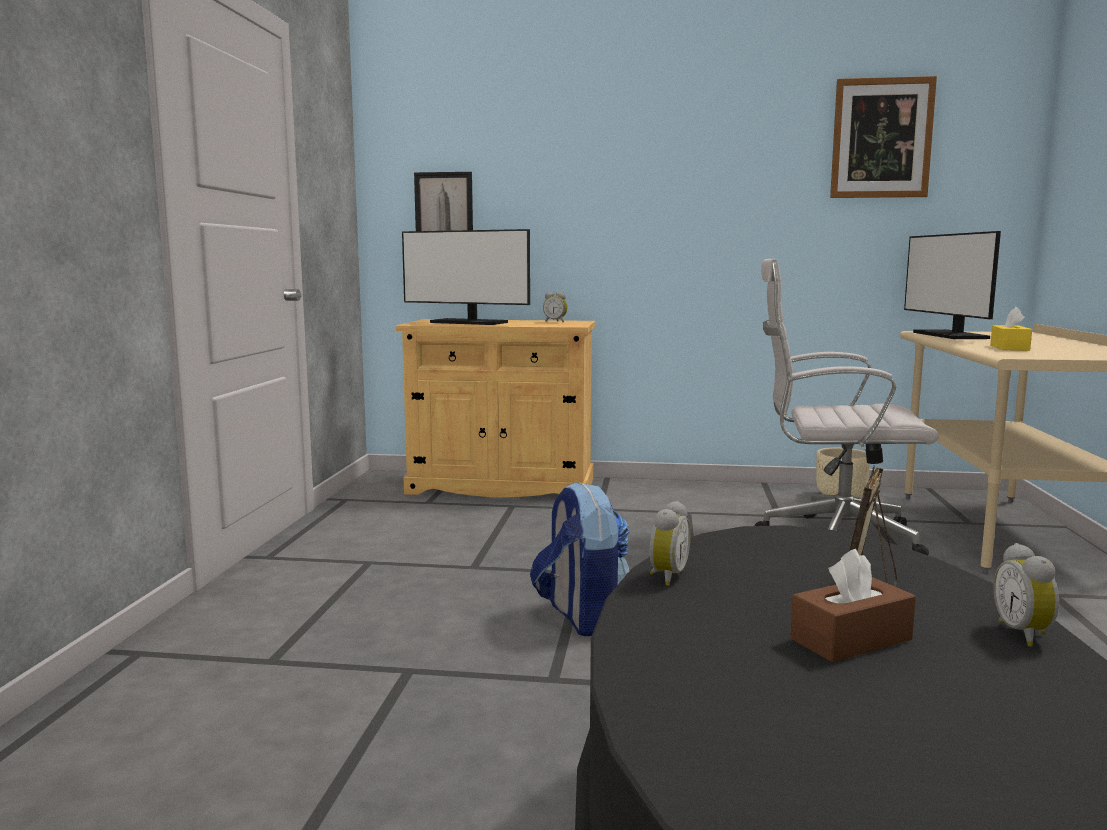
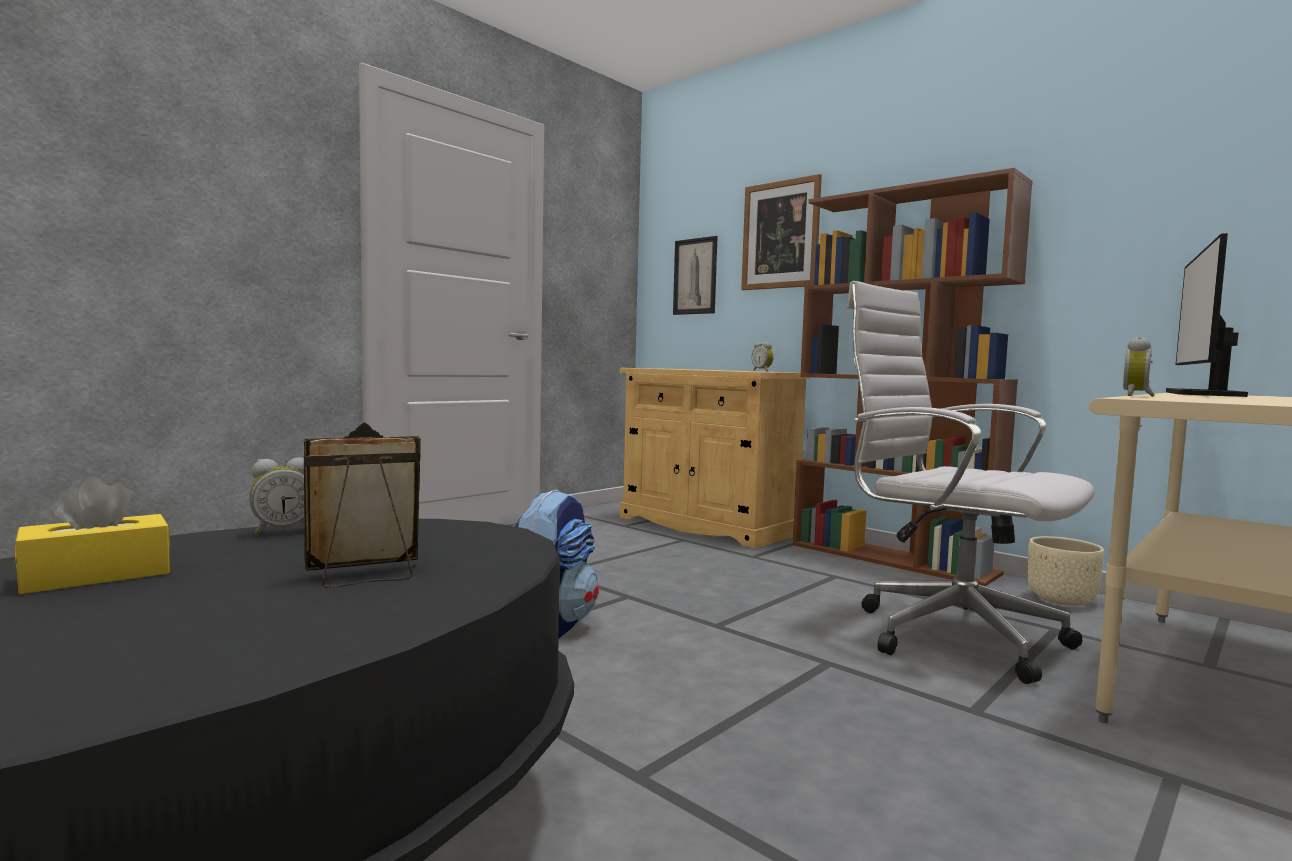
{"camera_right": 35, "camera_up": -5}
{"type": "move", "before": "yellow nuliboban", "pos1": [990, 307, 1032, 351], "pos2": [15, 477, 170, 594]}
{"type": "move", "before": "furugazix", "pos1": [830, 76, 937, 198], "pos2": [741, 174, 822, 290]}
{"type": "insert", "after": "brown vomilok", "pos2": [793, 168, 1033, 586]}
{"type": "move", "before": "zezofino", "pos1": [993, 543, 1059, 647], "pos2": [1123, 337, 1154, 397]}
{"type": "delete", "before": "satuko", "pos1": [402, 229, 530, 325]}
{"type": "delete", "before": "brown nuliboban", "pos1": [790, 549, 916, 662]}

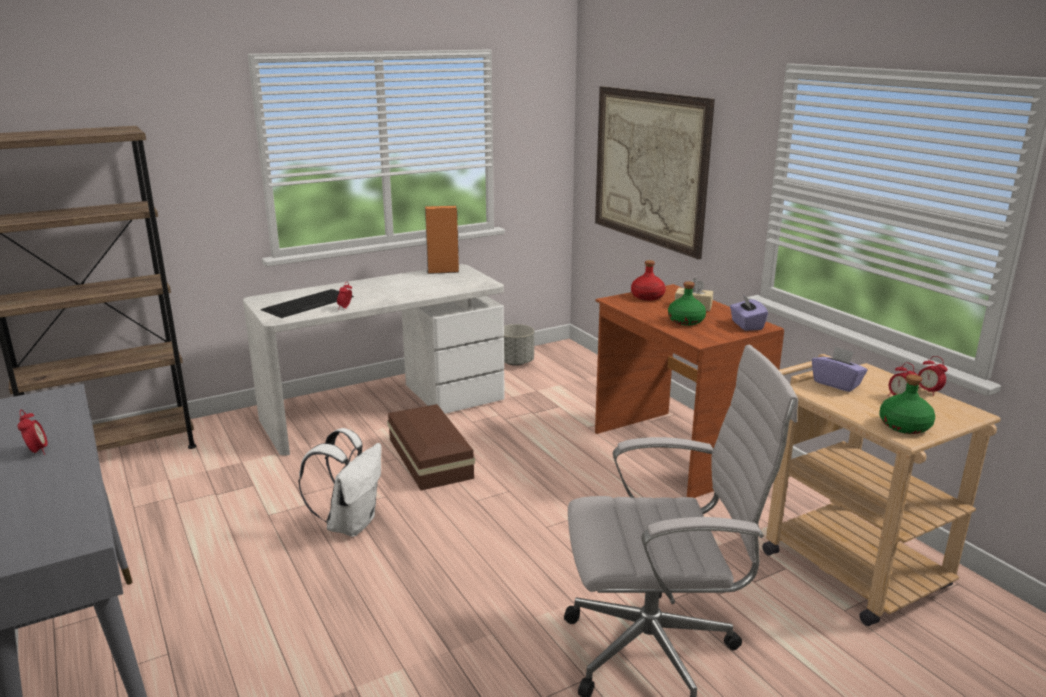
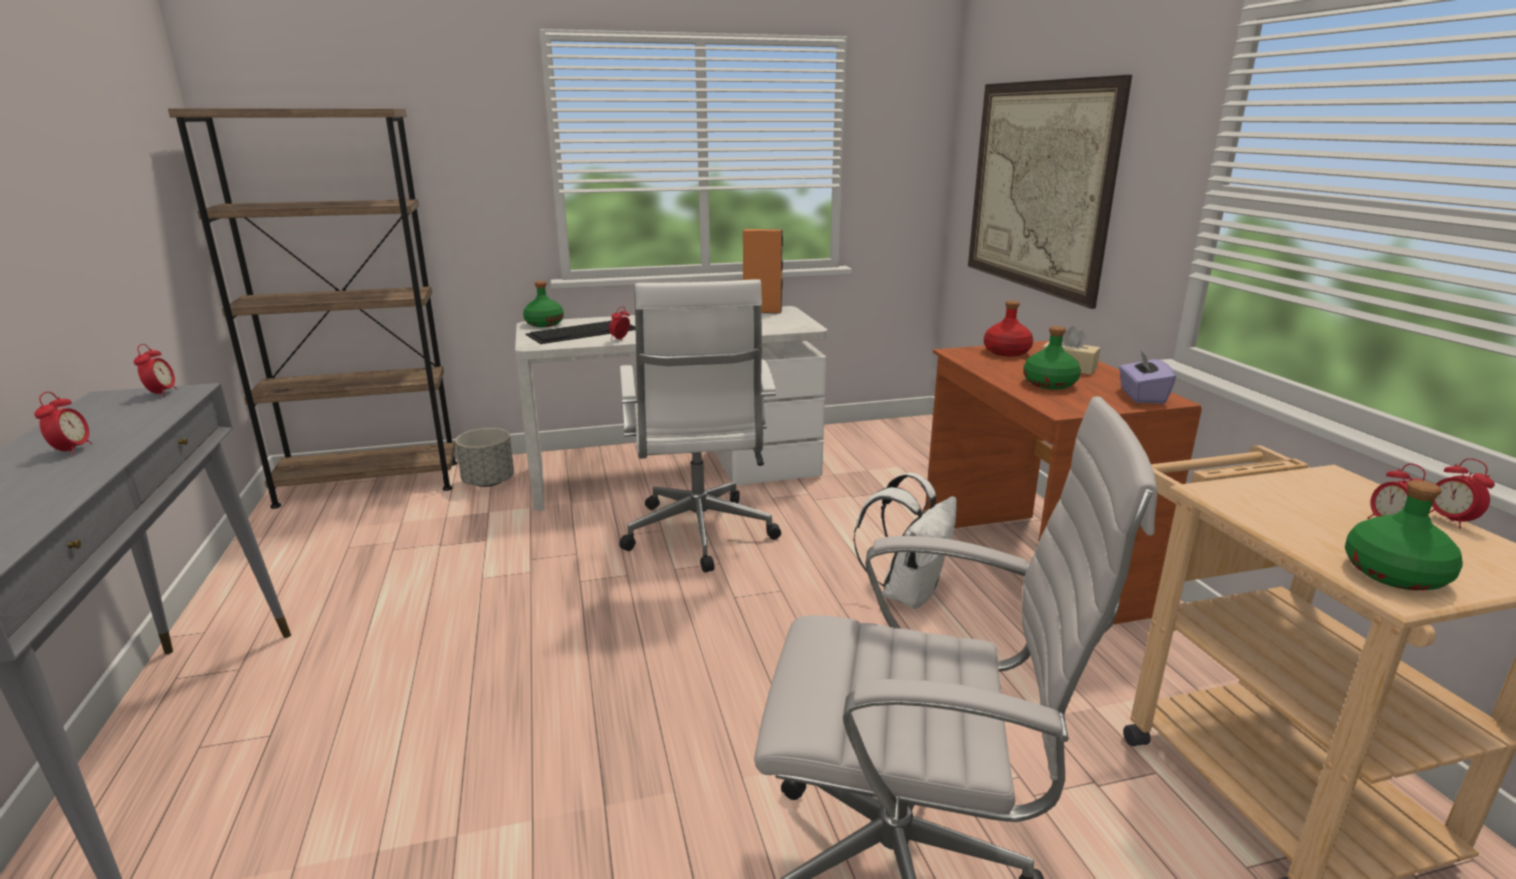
{"camera_right": 15, "camera_up": 0}
{"type": "insert", "after": "zezofino", "pos2": [134, 344, 177, 397]}
{"type": "move", "before": "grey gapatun", "pos1": [504, 324, 534, 366], "pos2": [455, 428, 514, 487]}
{"type": "insert", "after": "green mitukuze", "pos2": [523, 281, 564, 327]}
{"type": "replace", "before": "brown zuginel", "after": "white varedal", "pos1": [387, 404, 475, 491], "pos2": [619, 279, 781, 573]}
{"type": "move", "before": "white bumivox", "pos1": [298, 428, 382, 537], "pos2": [853, 472, 957, 609]}
{"type": "delete", "before": "purple nuliboban", "pos1": [812, 346, 868, 392]}

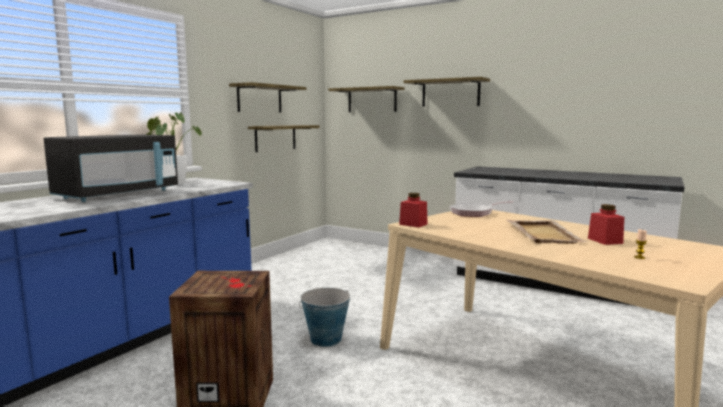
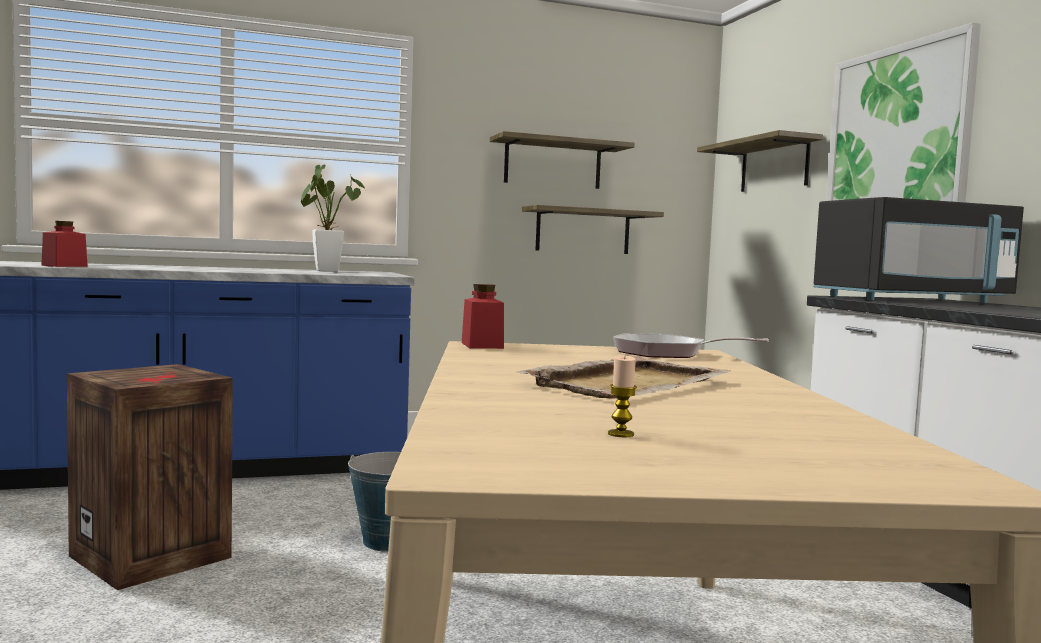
{"camera_right": 40, "camera_up": -5}
{"type": "move", "before": "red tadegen", "pos1": [588, 204, 624, 245], "pos2": [41, 221, 88, 267]}
{"type": "move", "before": "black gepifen", "pos1": [44, 135, 178, 202], "pos2": [813, 197, 1024, 303]}
{"type": "replace", "before": "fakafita", "after": "furugazix", "pos1": [403, 77, 490, 107], "pos2": [826, 23, 981, 203]}

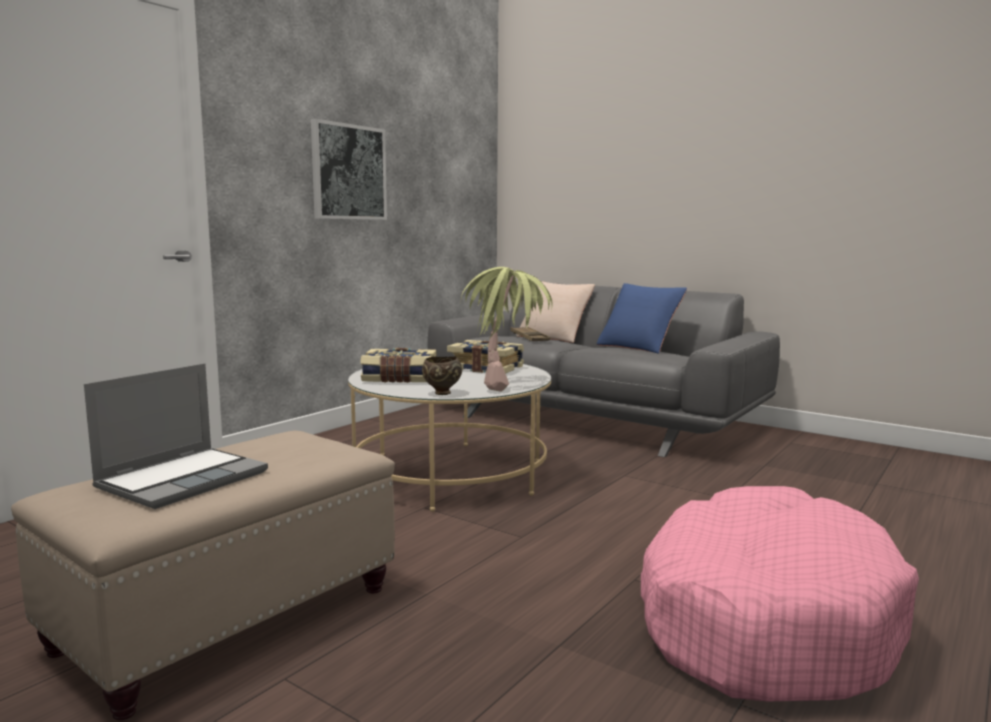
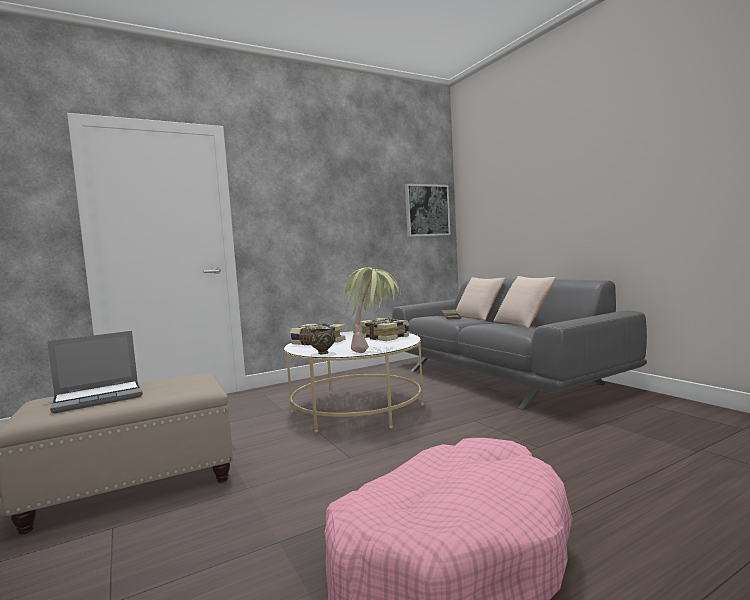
{"camera_right": 25, "camera_up": -5}
{"type": "move", "before": "furugazix", "pos1": [311, 119, 387, 220], "pos2": [405, 184, 451, 237]}
{"type": "recolor", "before": "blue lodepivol", "after": "beige lodepivol", "pos1": [597, 283, 687, 354], "pos2": [494, 276, 556, 328]}

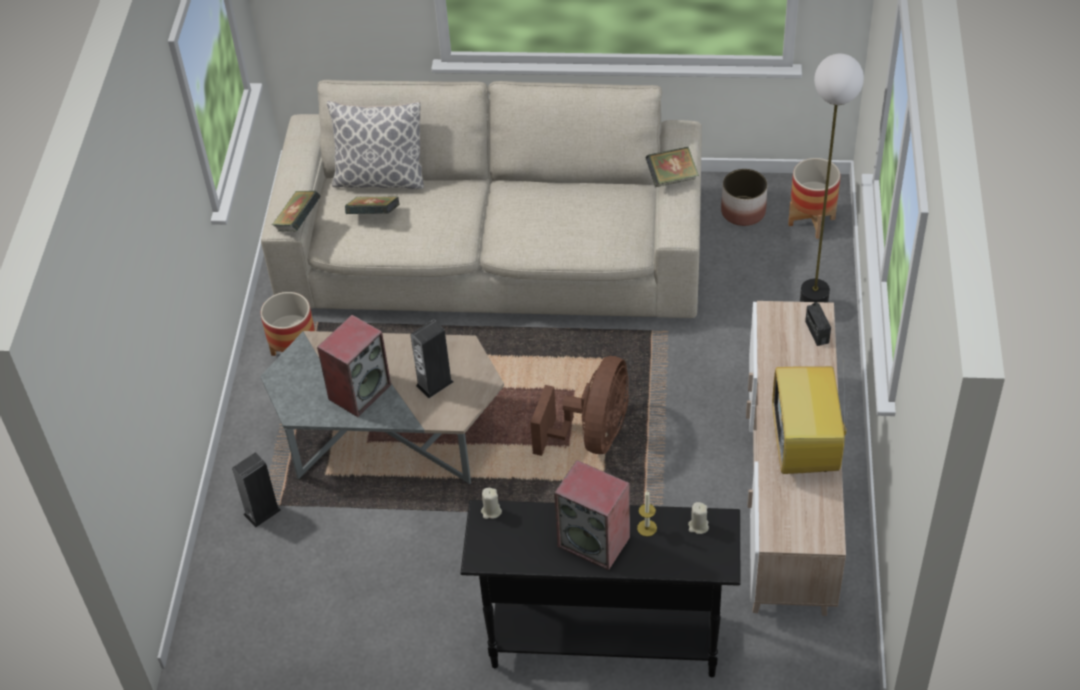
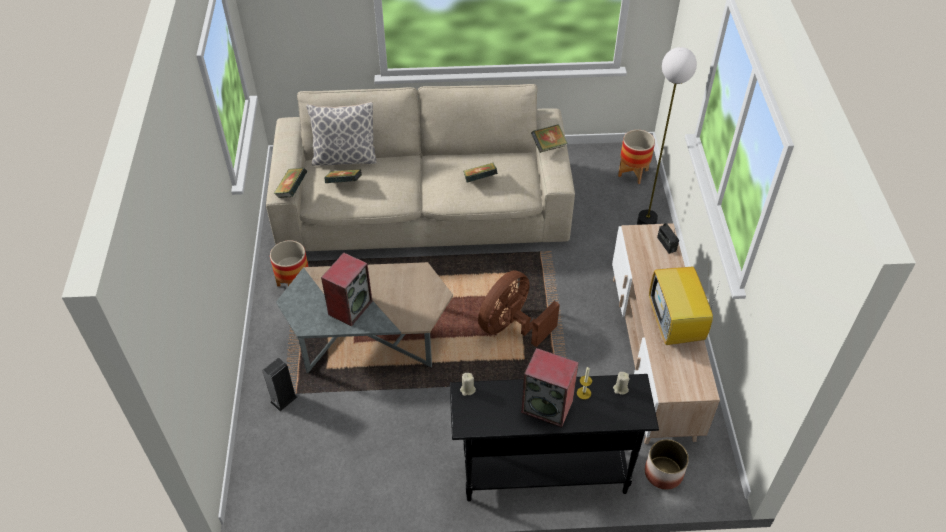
{"camera_right": -10, "camera_up": 0}
{"type": "insert", "after": "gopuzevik", "pos2": [463, 163, 498, 183]}
{"type": "rotate", "before": "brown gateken", "pos1": [530, 356, 629, 456], "pos2": [478, 270, 560, 347], "turn": -150}
{"type": "move", "before": "gapatun", "pos1": [721, 169, 767, 226], "pos2": [645, 439, 689, 490]}
{"type": "delete", "before": "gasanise", "pos1": [410, 319, 454, 398]}

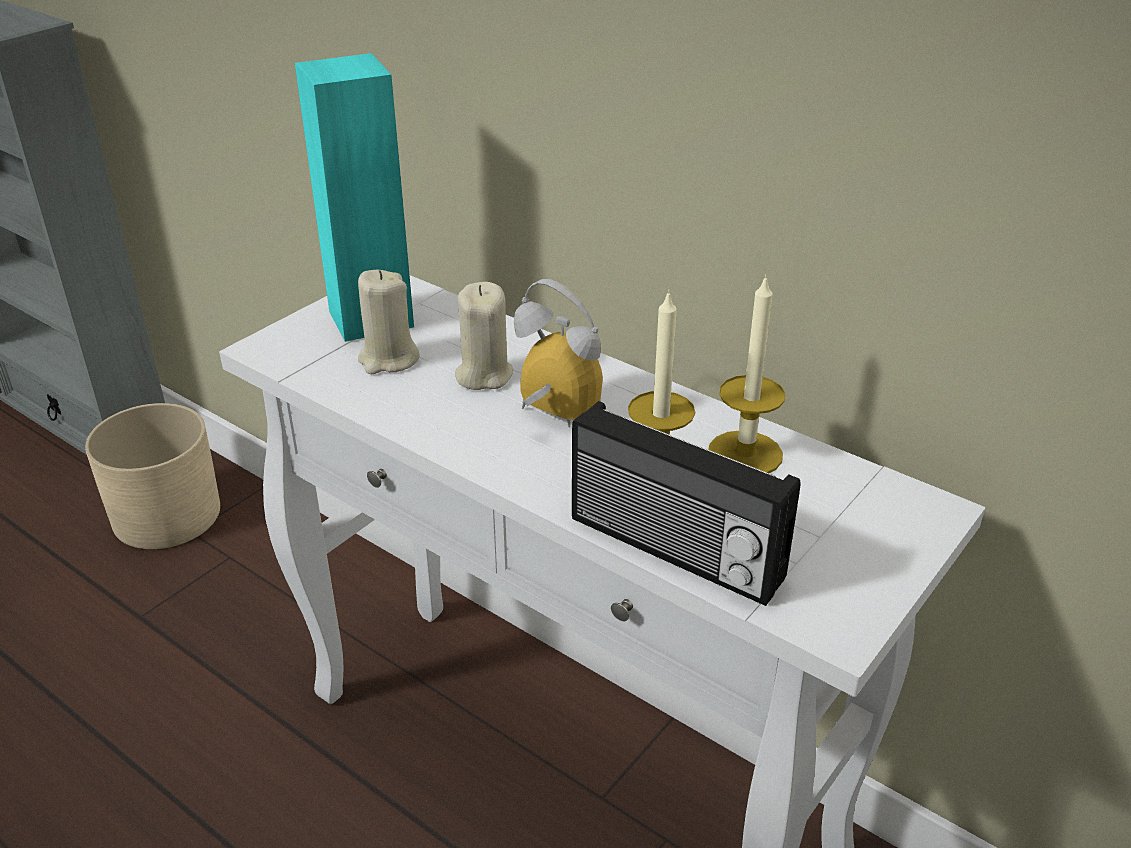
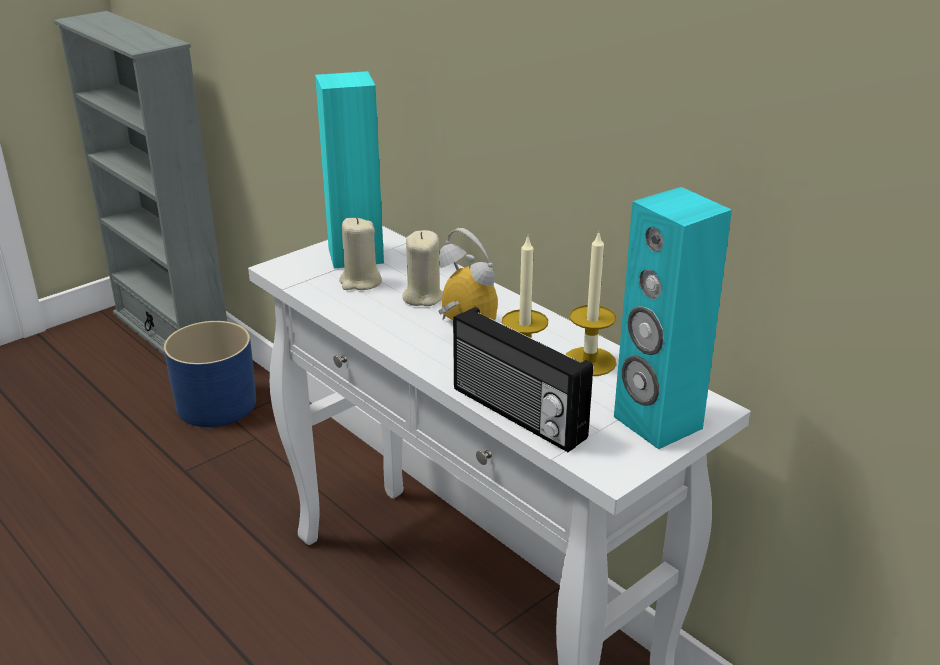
{"camera_right": 10, "camera_up": -5}
{"type": "recolor", "before": "beige gapatun", "after": "blue gapatun", "pos1": [85, 403, 220, 549], "pos2": [164, 321, 256, 427]}
{"type": "insert", "after": "turquoise gasanise", "pos2": [614, 187, 732, 449]}

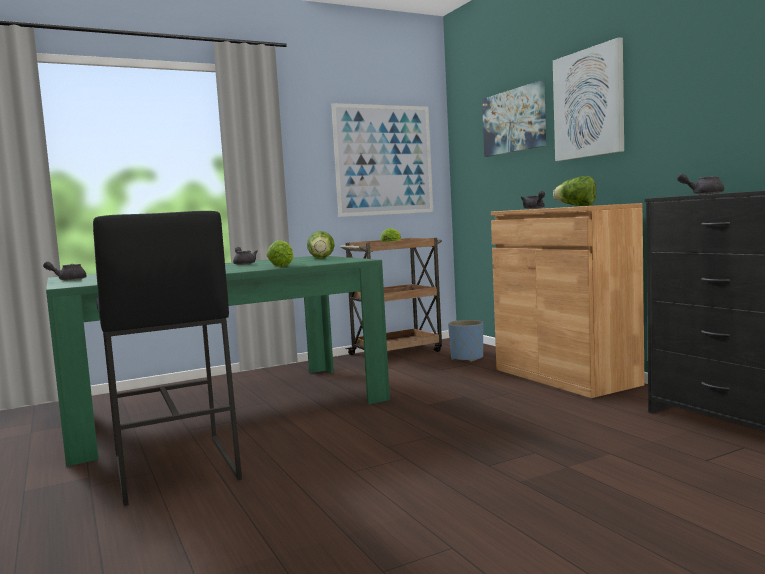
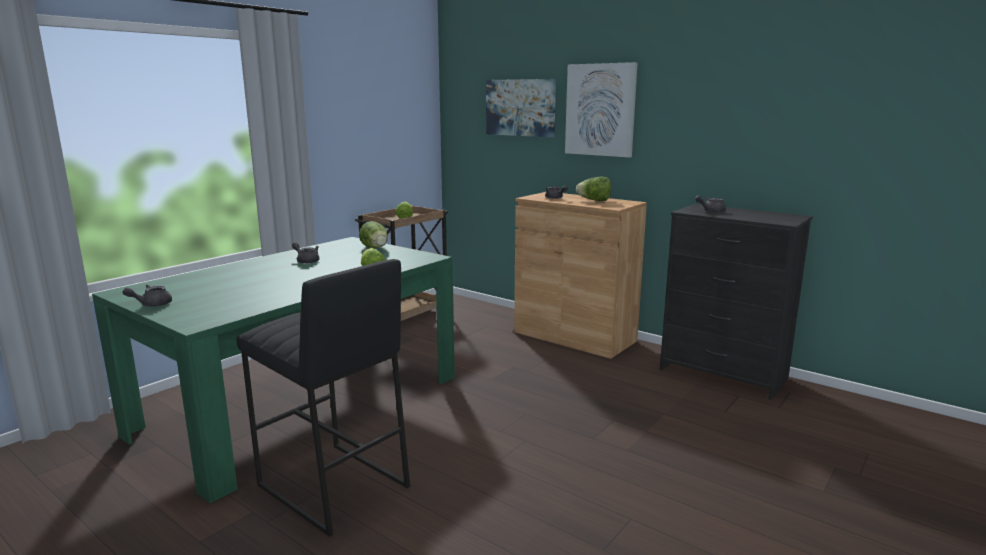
{"camera_right": -25, "camera_up": 10}
{"type": "delete", "before": "furugazix", "pos1": [331, 103, 433, 217]}
{"type": "delete", "before": "blue gapatun", "pos1": [448, 320, 483, 362]}

